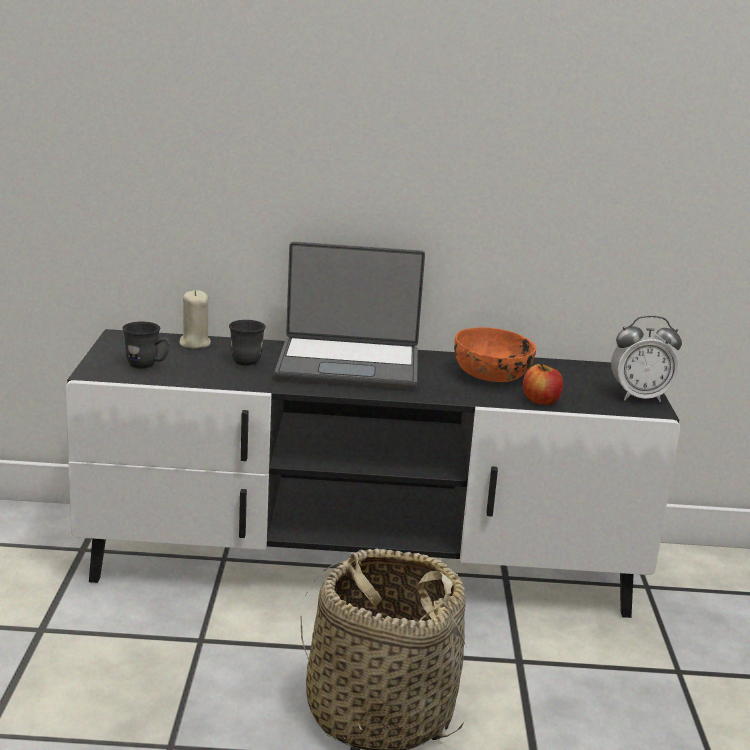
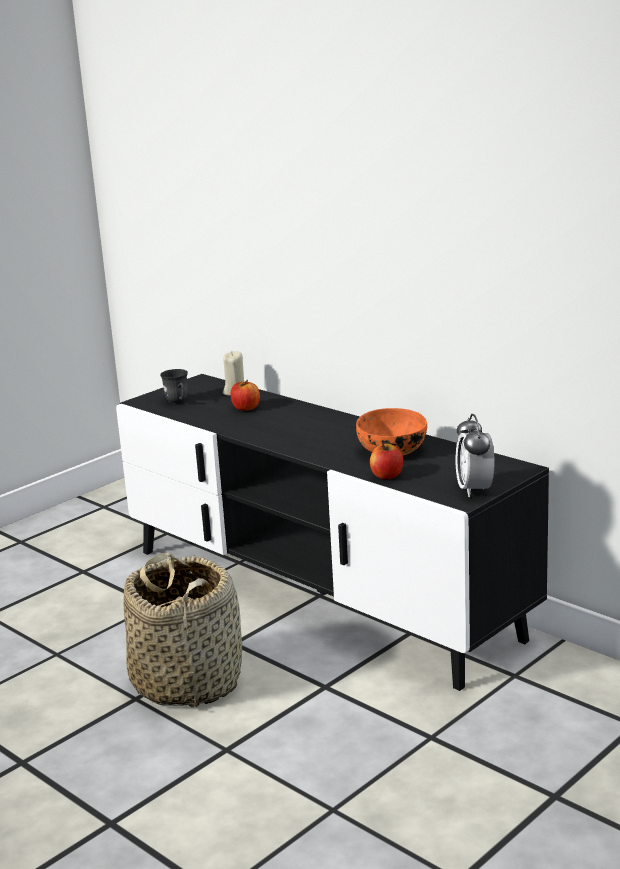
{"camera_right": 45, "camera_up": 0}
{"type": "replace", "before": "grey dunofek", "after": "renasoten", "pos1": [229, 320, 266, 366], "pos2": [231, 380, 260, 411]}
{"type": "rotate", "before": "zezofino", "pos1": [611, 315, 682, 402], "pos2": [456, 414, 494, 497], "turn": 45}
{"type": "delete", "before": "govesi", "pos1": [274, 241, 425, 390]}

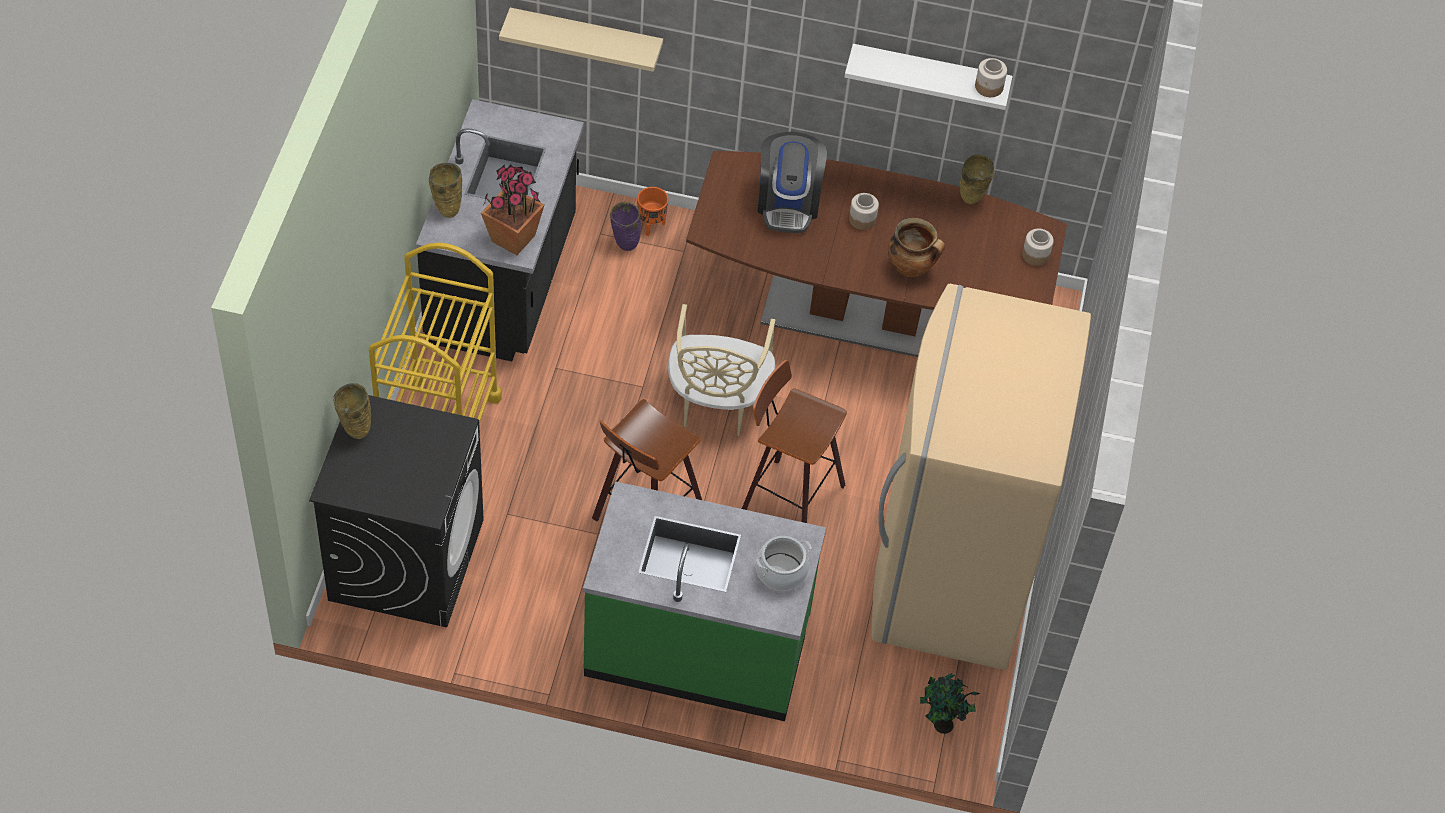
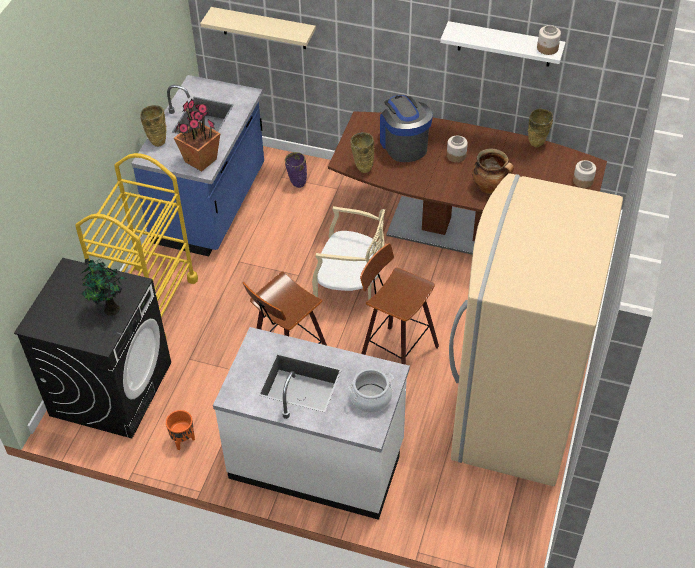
{"camera_right": 10, "camera_up": -5}
{"type": "move", "before": "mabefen", "pos1": [920, 673, 980, 734], "pos2": [81, 258, 127, 316]}
{"type": "recolor", "before": "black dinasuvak", "after": "blue dinasuvak", "pos1": [416, 99, 584, 361], "pos2": [131, 75, 264, 256]}
{"type": "move", "before": "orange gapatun", "pos1": [637, 187, 668, 236], "pos2": [166, 410, 195, 450]}
{"type": "recolor", "before": "green dinasuvak", "after": "white dinasuvak", "pos1": [583, 481, 826, 721], "pos2": [213, 327, 410, 520]}
{"type": "rotate", "before": "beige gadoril", "pos1": [668, 304, 775, 436], "pos2": [312, 206, 385, 307], "turn": -90}
{"type": "move", "before": "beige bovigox", "pos1": [333, 383, 371, 439], "pos2": [350, 132, 374, 173]}
{"type": "rotate", "before": "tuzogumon", "pos1": [758, 132, 827, 233], "pos2": [380, 95, 433, 162], "turn": 150}

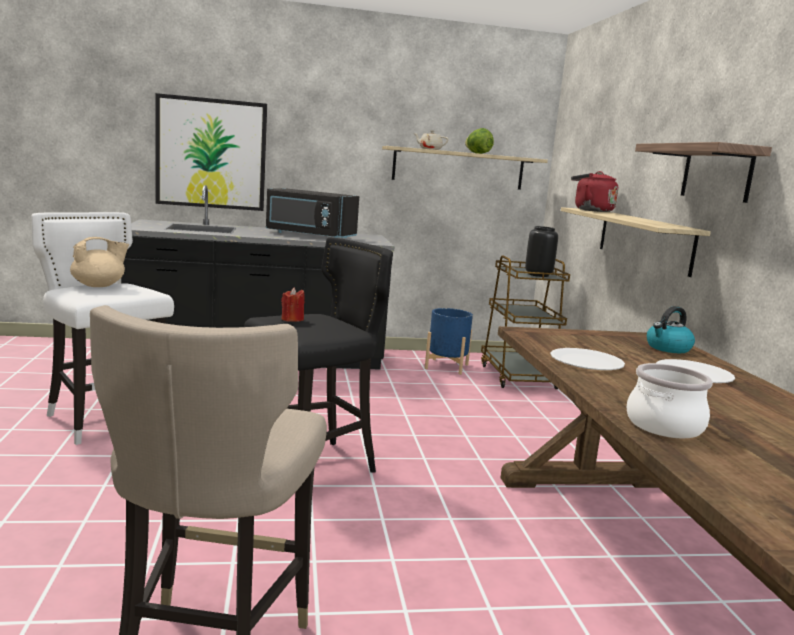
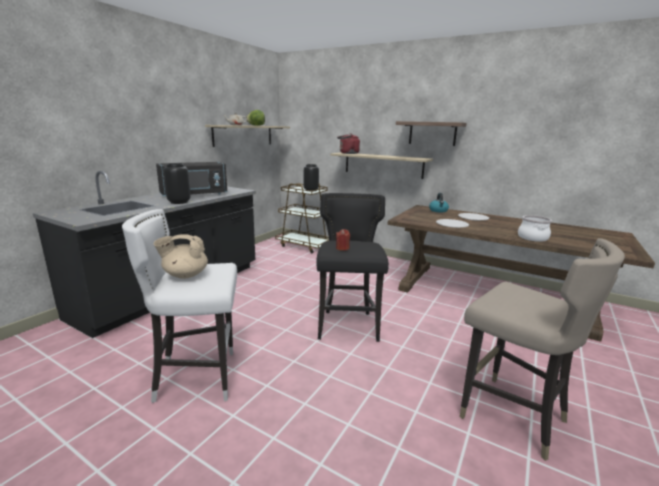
{"camera_right": -50, "camera_up": 5}
{"type": "rotate", "before": "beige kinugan", "pos1": [70, 237, 129, 287], "pos2": [153, 234, 208, 279], "turn": -105}
{"type": "insert", "after": "black bovigox", "pos2": [163, 163, 191, 204]}
{"type": "delete", "before": "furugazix", "pos1": [156, 93, 267, 211]}
{"type": "delete", "before": "blue gapatun", "pos1": [425, 308, 473, 375]}

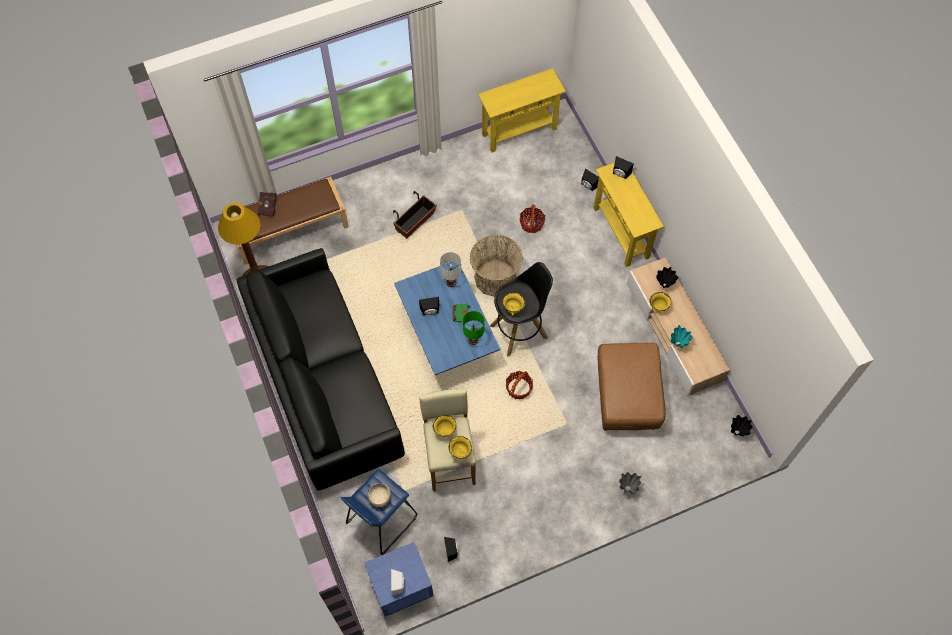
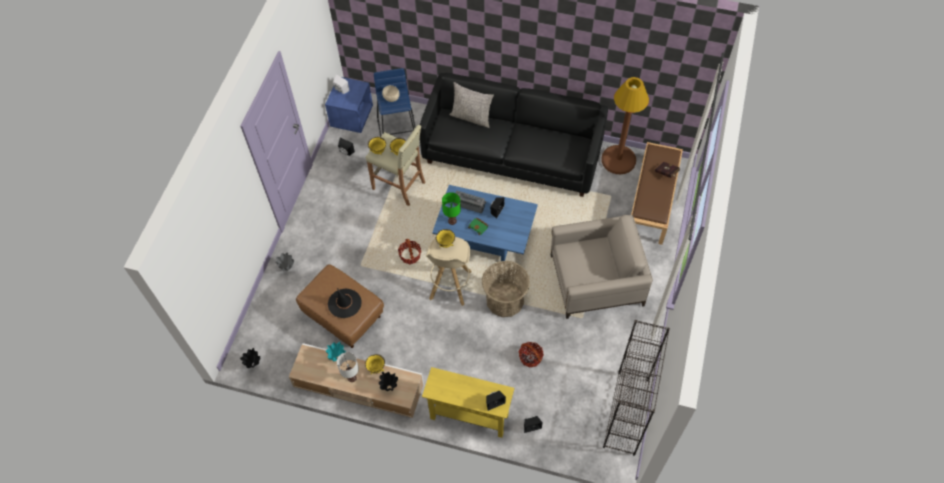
{"camera_right": 130, "camera_up": -5}
{"type": "insert", "after": "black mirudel", "pos2": [328, 288, 361, 318]}
{"type": "move", "before": "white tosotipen", "pos1": [440, 252, 461, 287], "pos2": [337, 352, 359, 382]}
{"type": "recolor", "before": "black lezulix", "after": "beige lezulix", "pos1": [490, 262, 553, 357], "pos2": [426, 237, 472, 306]}
{"type": "insert", "after": "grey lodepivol", "pos2": [449, 82, 494, 128]}
{"type": "insert", "after": "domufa", "pos2": [454, 190, 486, 213]}
{"type": "replace", "before": "gapatun", "after": "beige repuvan", "pos1": [393, 191, 437, 238], "pos2": [551, 215, 653, 319]}
{"type": "replace", "before": "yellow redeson", "after": "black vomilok", "pos1": [478, 68, 566, 153], "pos2": [603, 320, 670, 456]}

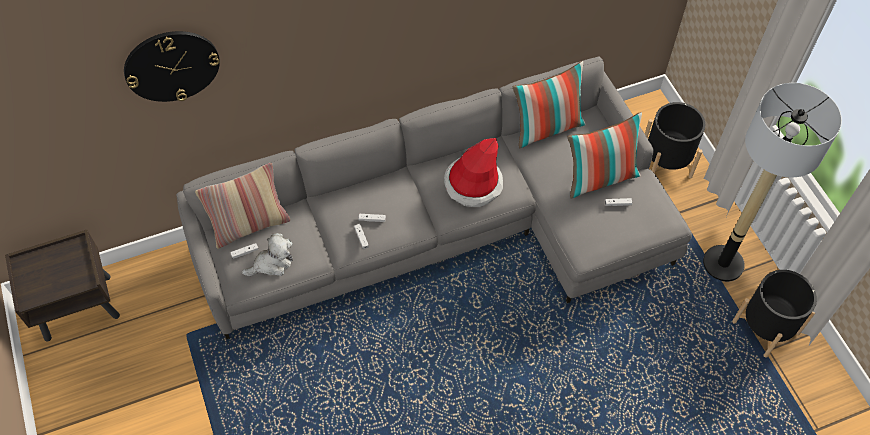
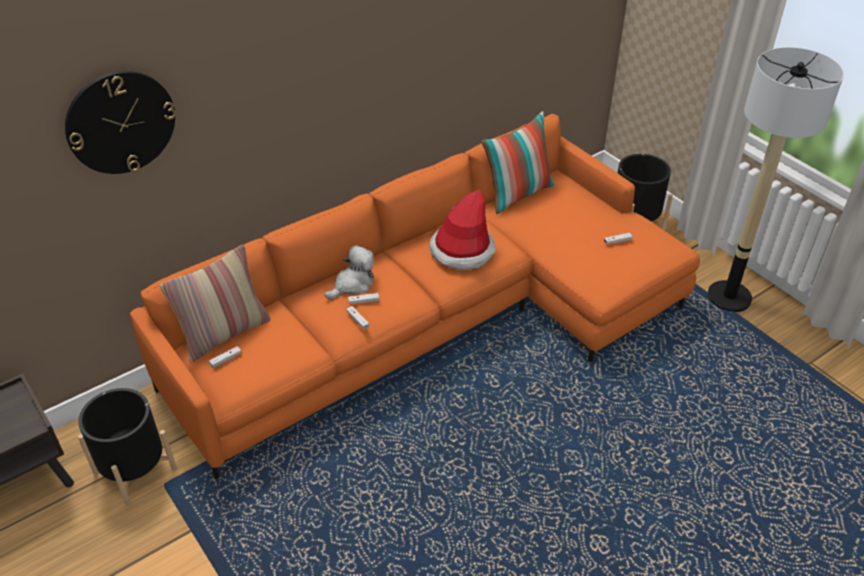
{"camera_right": -15, "camera_up": -15}
{"type": "move", "before": "black gapatun", "pos1": [732, 270, 817, 358], "pos2": [78, 388, 177, 506]}
{"type": "recolor", "before": "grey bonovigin", "after": "orange bonovigin", "pos1": [176, 57, 692, 339], "pos2": [130, 114, 700, 479]}
{"type": "move", "before": "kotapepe", "pos1": [242, 233, 293, 276], "pos2": [325, 245, 374, 299]}
{"type": "delete", "before": "lodepivol", "pos1": [568, 112, 642, 199]}

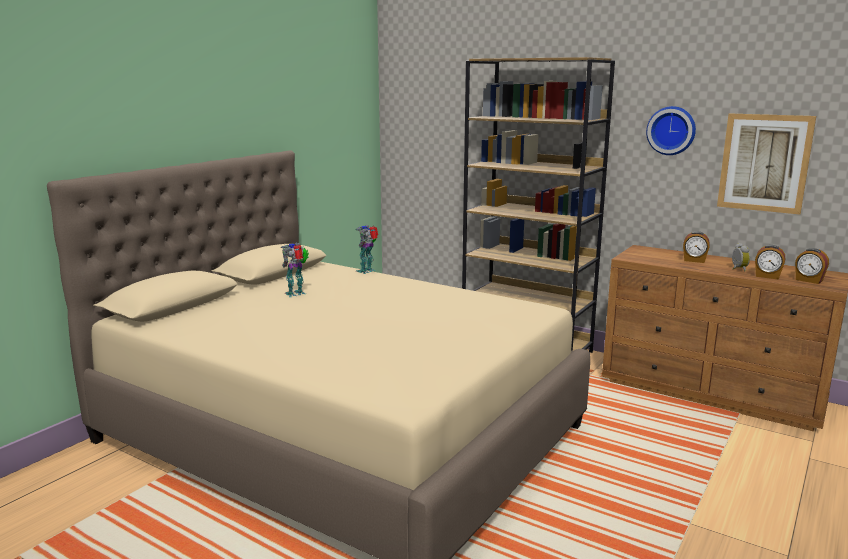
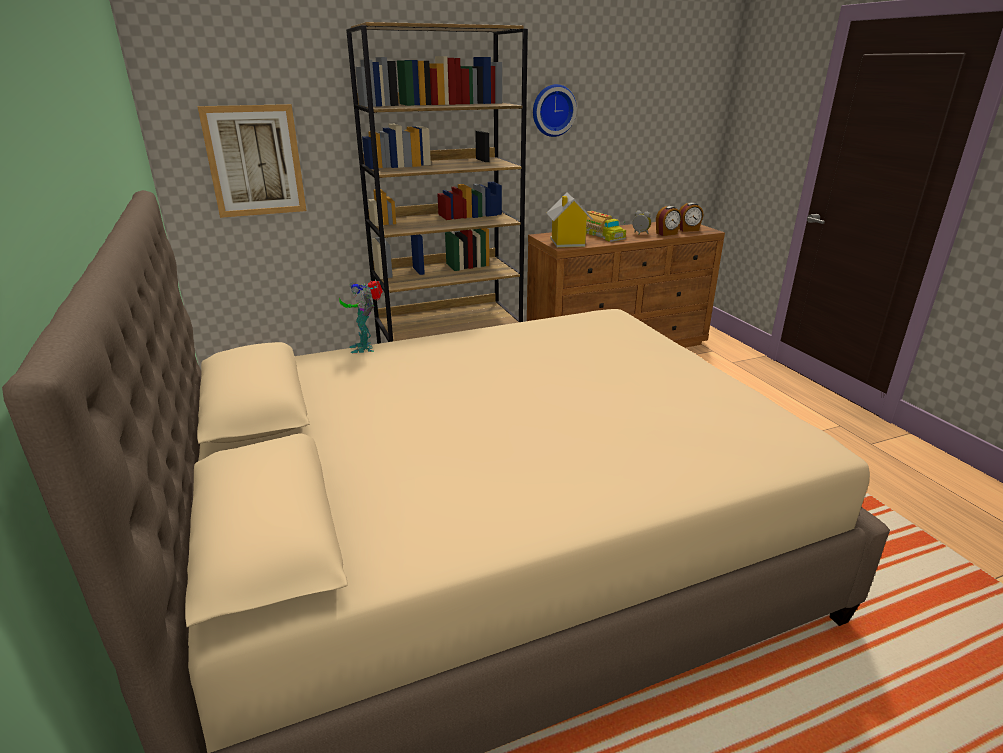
{"camera_right": -55, "camera_up": 10}
{"type": "move", "before": "furugazix", "pos1": [717, 113, 816, 214], "pos2": [198, 104, 306, 218]}
{"type": "insert", "after": "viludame", "pos2": [547, 192, 593, 248]}
{"type": "replace", "before": "zezofino", "after": "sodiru", "pos1": [683, 231, 710, 263], "pos2": [586, 211, 626, 242]}
{"type": "delete", "before": "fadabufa", "pos1": [280, 243, 309, 297]}

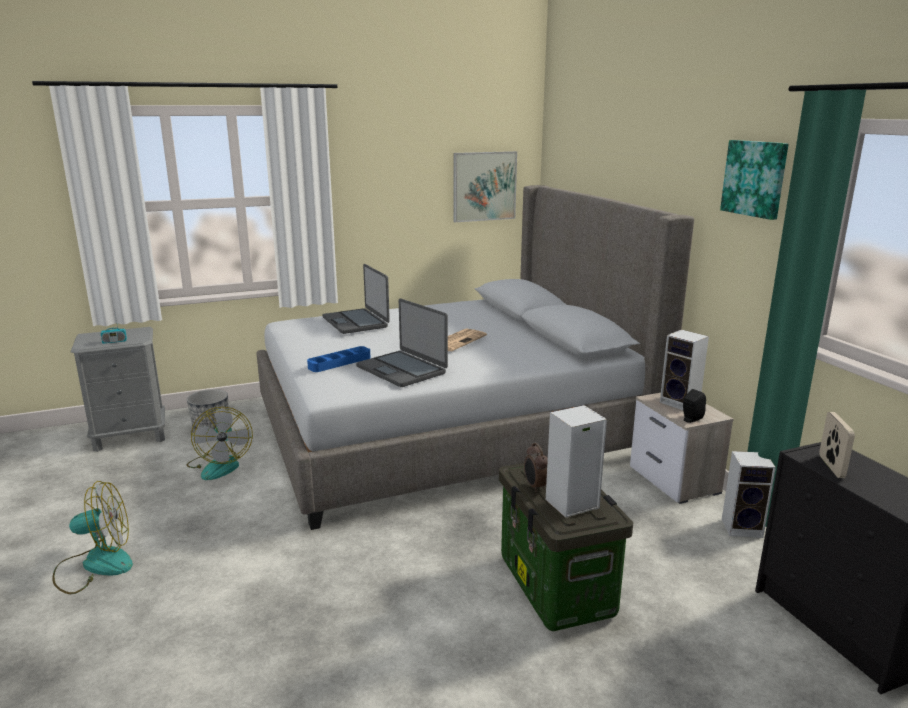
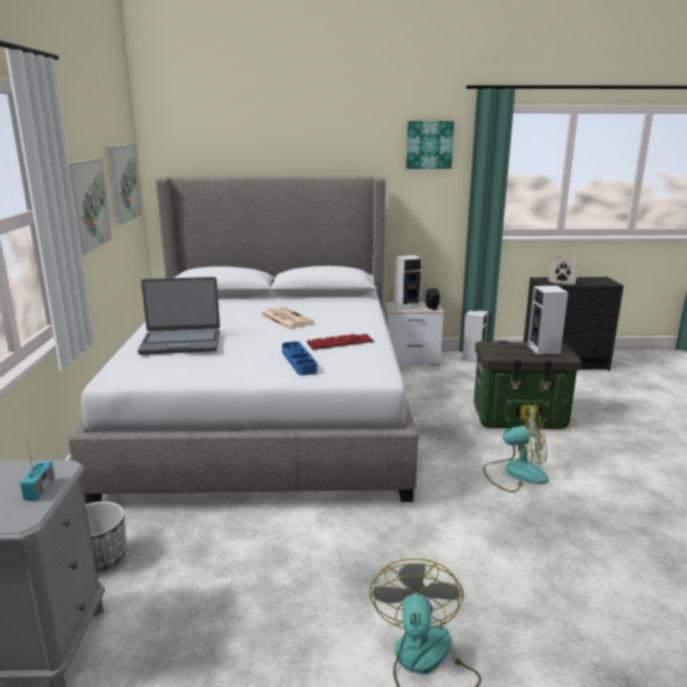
{"camera_right": -70, "camera_up": 0}
{"type": "insert", "after": "furugazix", "pos2": [69, 159, 112, 255]}
{"type": "replace", "before": "govesi", "after": "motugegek", "pos1": [356, 298, 448, 387], "pos2": [307, 334, 374, 350]}
{"type": "move", "before": "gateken", "pos1": [187, 407, 253, 480], "pos2": [483, 403, 549, 492]}
{"type": "delete", "before": "zezofino", "pos1": [524, 443, 548, 492]}

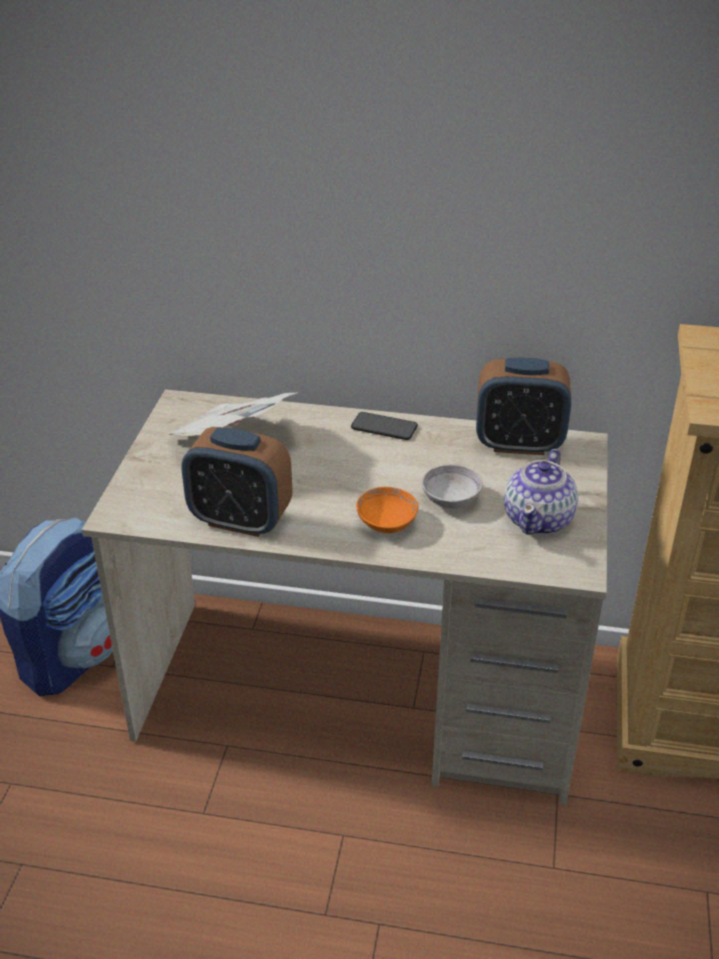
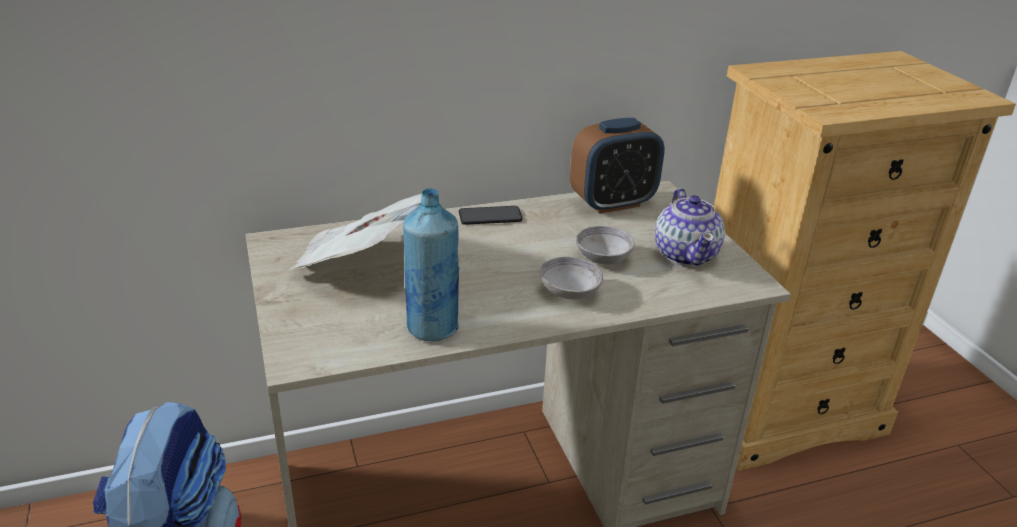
{"camera_right": -30, "camera_up": -5}
{"type": "replace", "before": "zezofino", "after": "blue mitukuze", "pos1": [181, 427, 292, 537], "pos2": [403, 188, 459, 341]}
{"type": "recolor", "before": "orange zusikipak", "after": "grey zusikipak", "pos1": [356, 487, 419, 533], "pos2": [539, 256, 603, 299]}

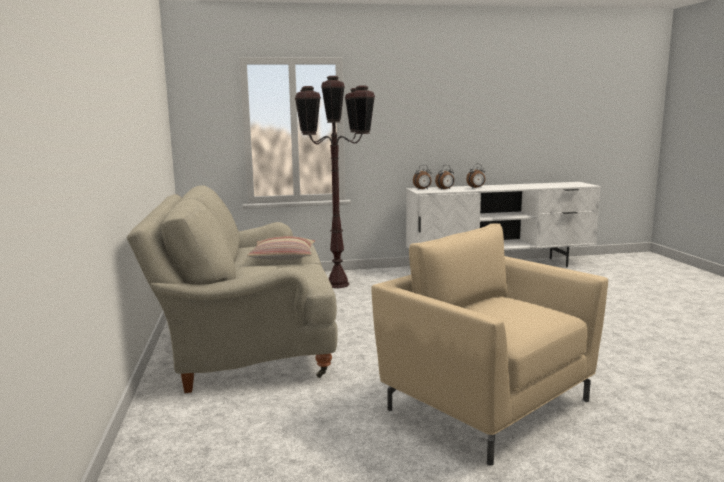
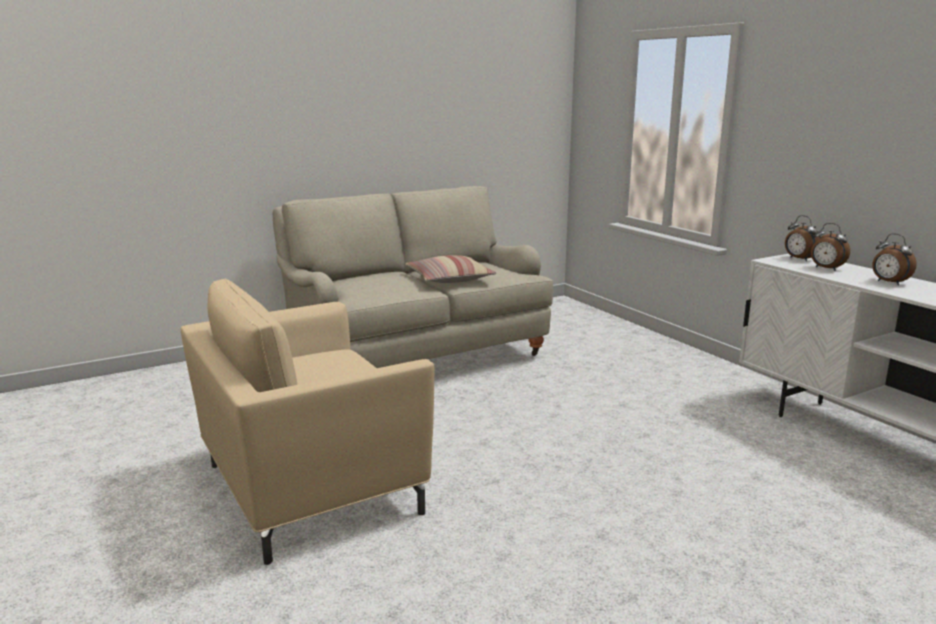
{"camera_right": 70, "camera_up": 5}
{"type": "rotate", "before": "beige repuvan", "pos1": [371, 224, 608, 466], "pos2": [181, 279, 434, 565], "turn": -150}
{"type": "delete", "before": "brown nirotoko", "pos1": [295, 76, 375, 288]}

